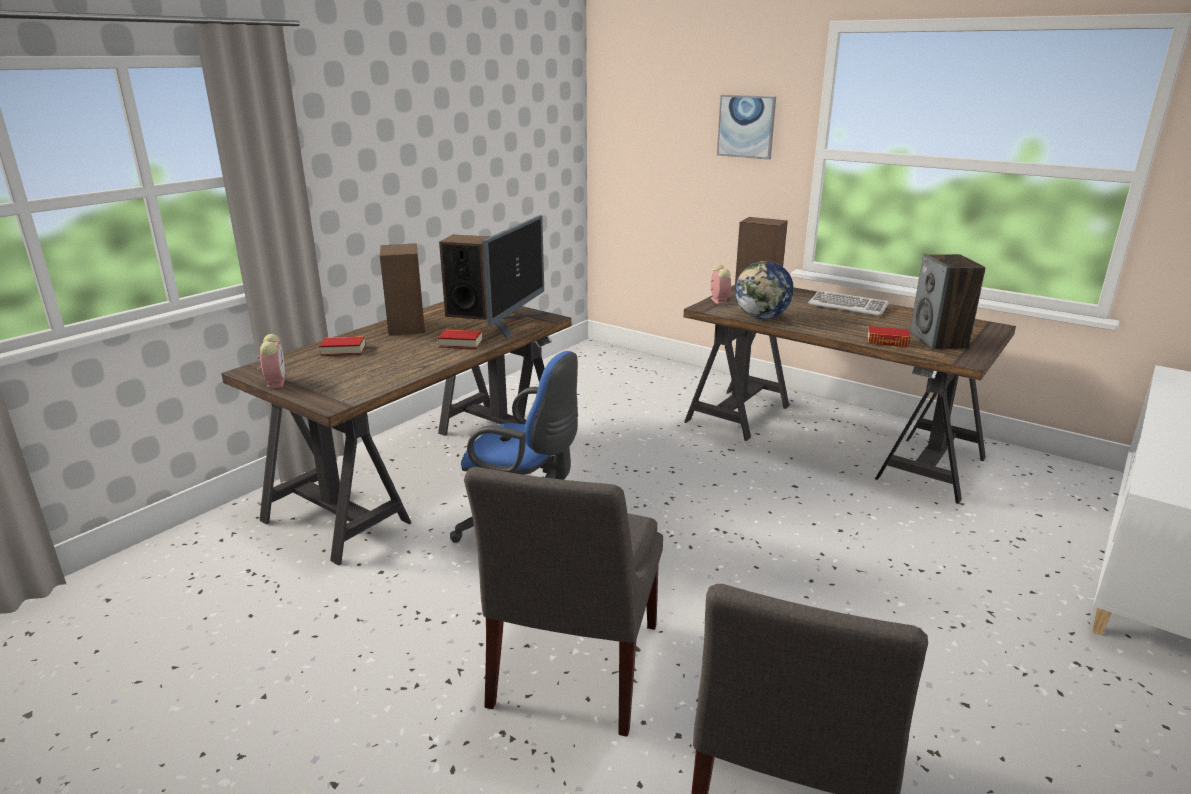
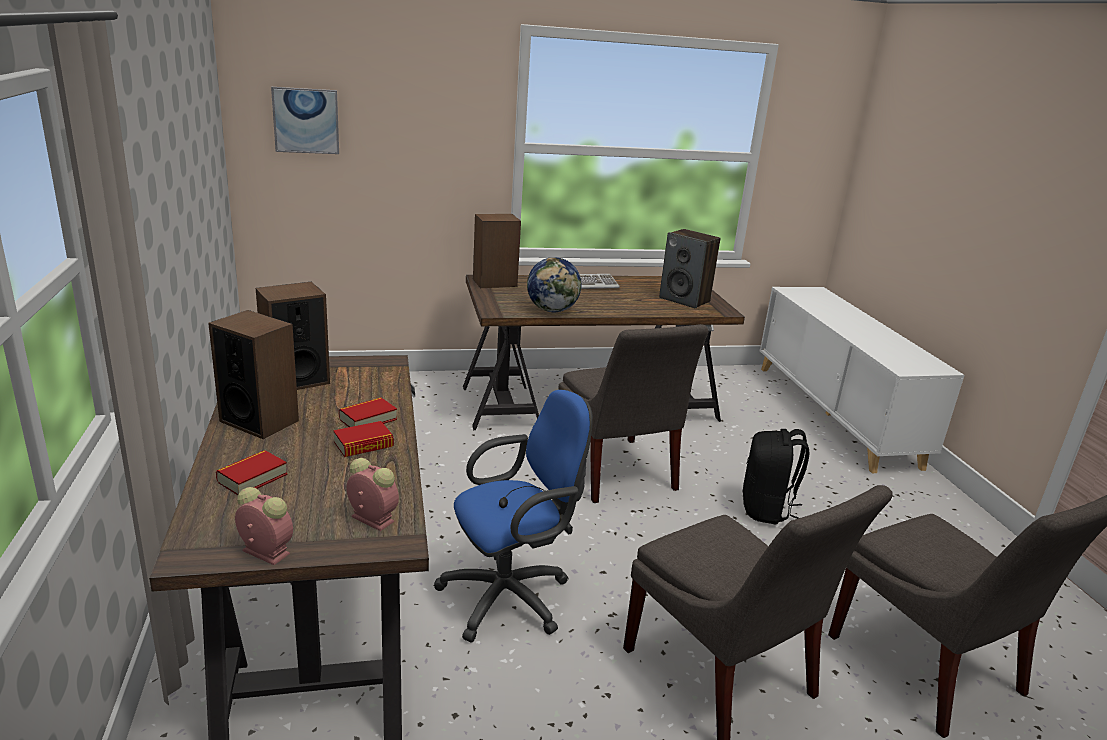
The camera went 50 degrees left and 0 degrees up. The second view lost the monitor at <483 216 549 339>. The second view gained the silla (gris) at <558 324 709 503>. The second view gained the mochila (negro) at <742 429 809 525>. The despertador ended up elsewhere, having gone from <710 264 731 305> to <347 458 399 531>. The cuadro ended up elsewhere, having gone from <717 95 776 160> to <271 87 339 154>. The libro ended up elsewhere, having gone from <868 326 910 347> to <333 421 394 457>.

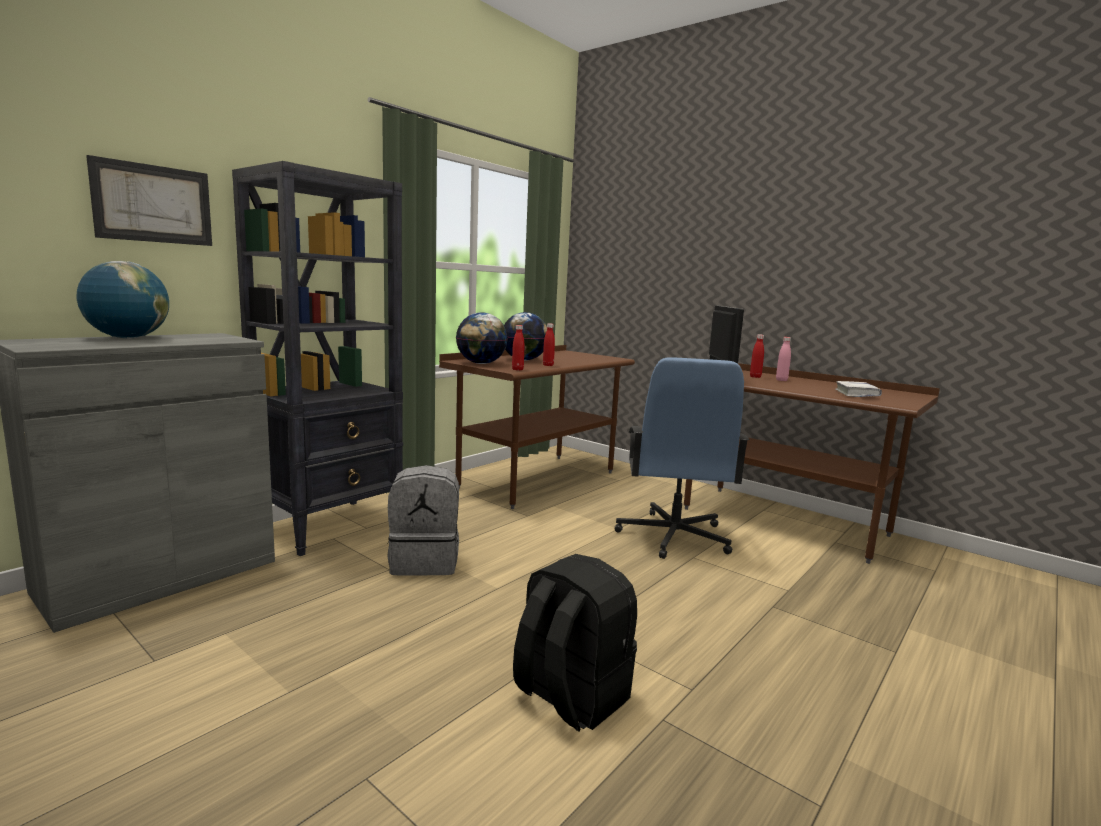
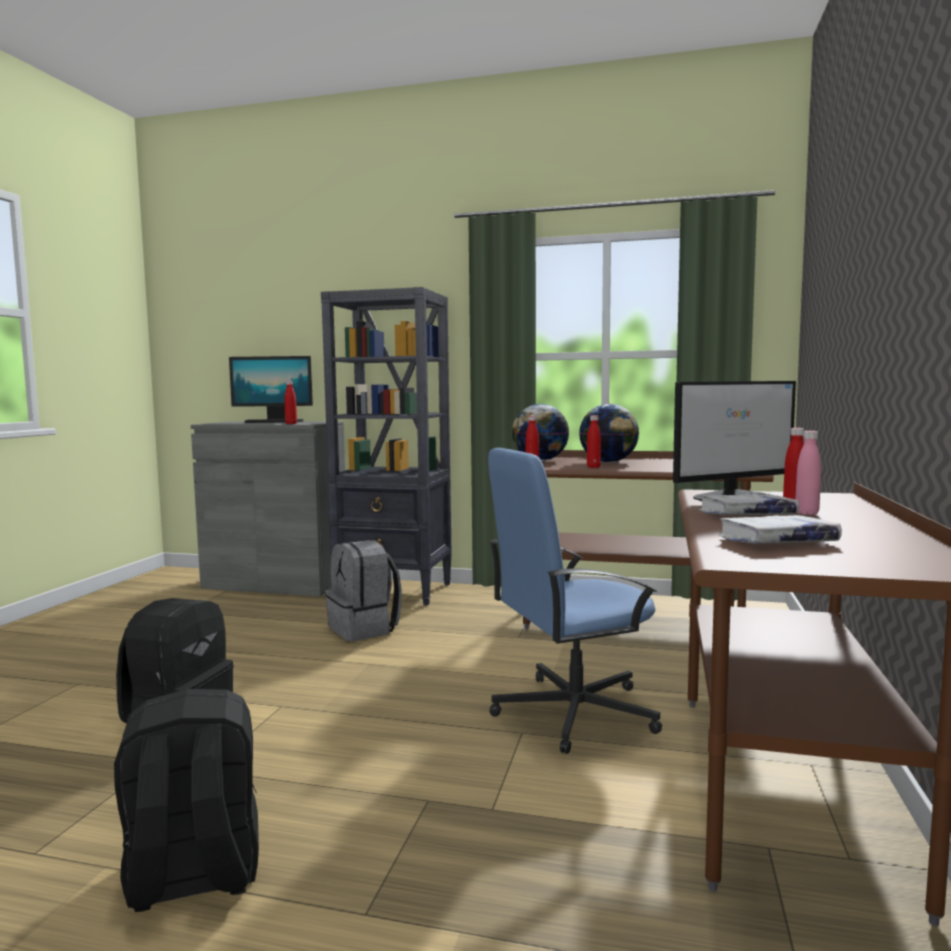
The camera went 65 degrees right and 5 degrees down. The second view lost the cuadro at <86 155 212 246>. The second view gained the mochila (negro) at <114 689 259 912>. The second view gained the botella (rojo) at <284 381 297 424>. The second view gained the libro (blanco) at <699 494 799 515>. Where the globo terráqueo stood at <77 261 169 339>, the monitor came to stand at <229 356 313 423>.

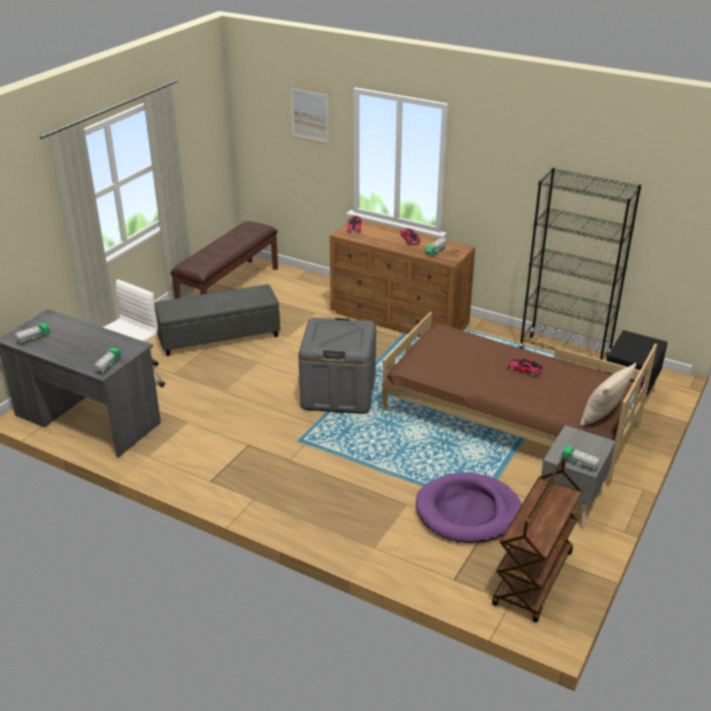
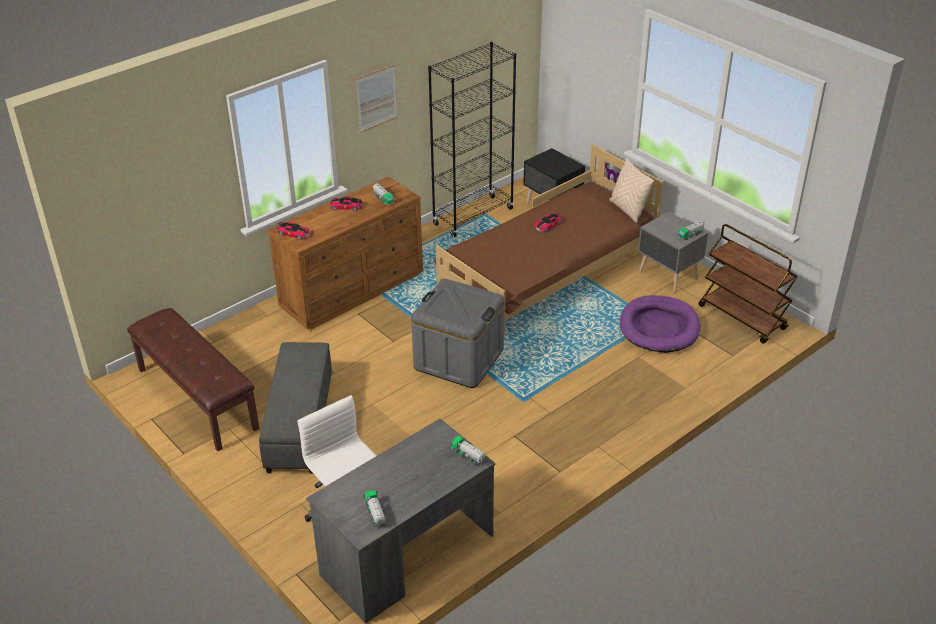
The camera went 70 degrees left and 5 degrees up. The cuadro ended up elsewhere, having gone from <290 85 329 145> to <356 64 397 133>.

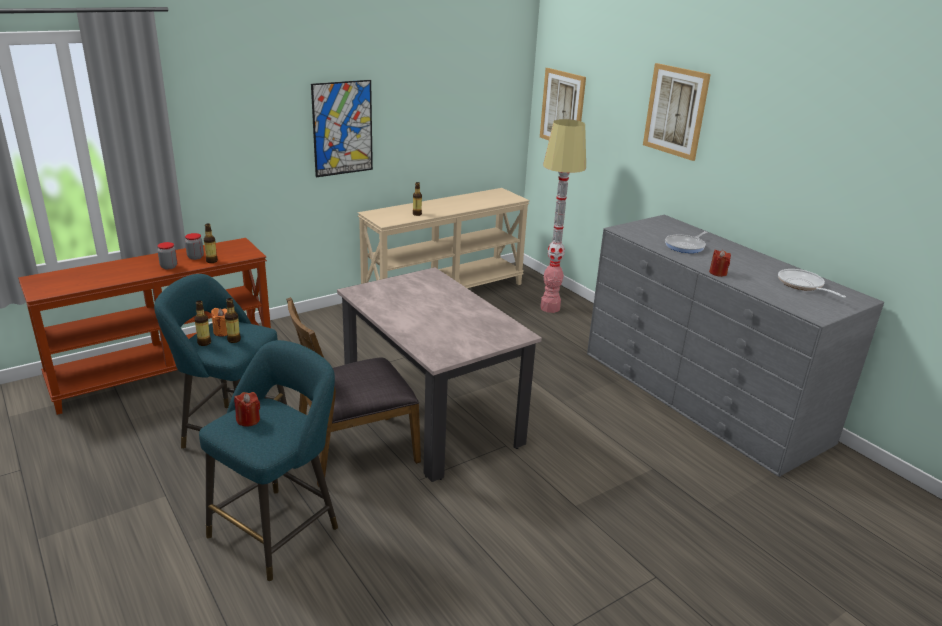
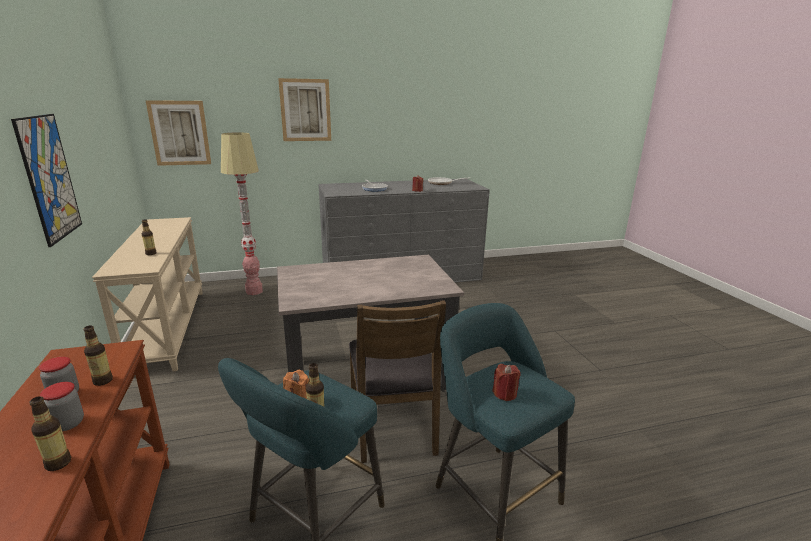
The camera went 70 degrees left and 5 degrees down. The botella ended up elsewhere, having gone from <225 298 241 343> to <29 396 71 471>.

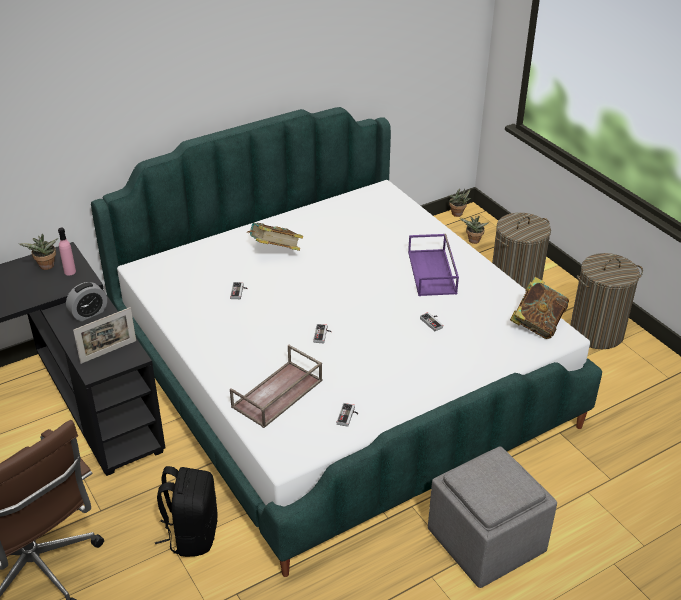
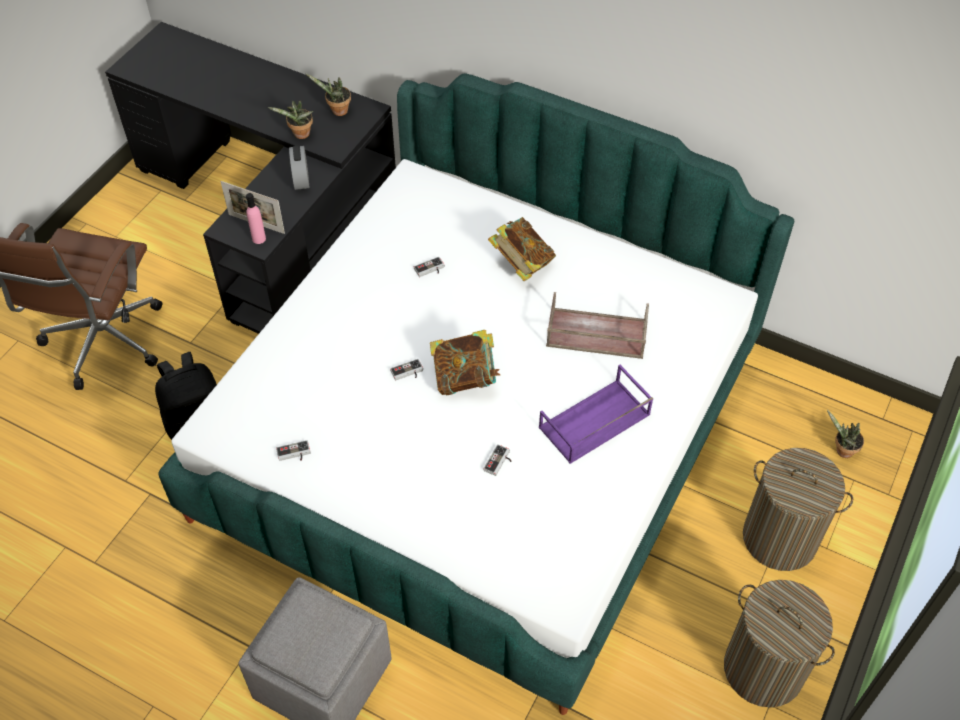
The camera went 60 degrees right and 15 degrees up. The botella (rosa) ended up elsewhere, having gone from <58 228 76 276> to <246 193 266 244>. The bandeja (marrón) ended up elsewhere, having gone from <230 345 322 428> to <546 292 649 359>. The planta en maceta ended up elsewhere, having gone from <449 189 471 217> to <268 101 313 139>. The libro ended up elsewhere, having gone from <510 277 569 339> to <430 330 500 395>. The despertador at <66 282 107 321> ended up facing another way, 60 degrees clockwise from before.

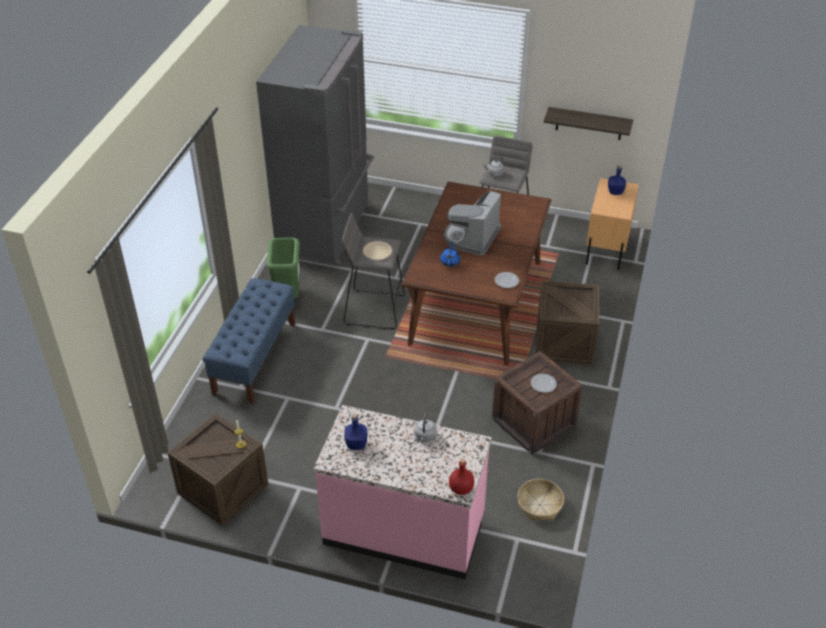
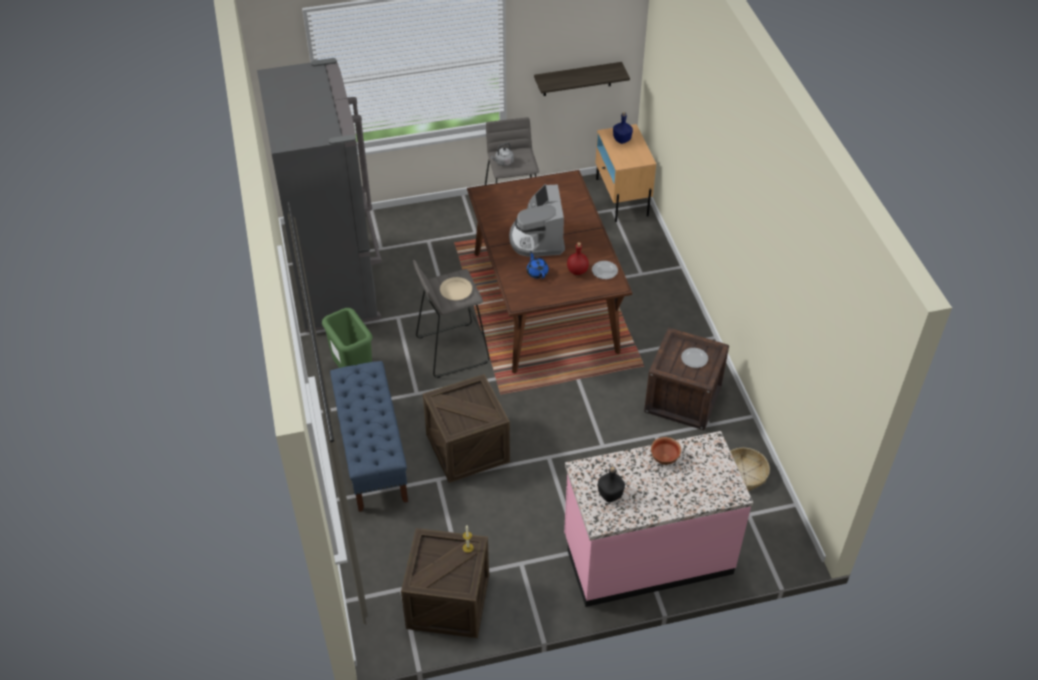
The camera went 30 degrees left and 5 degrees up. The botella (rojo) ended up elsewhere, having gone from <449 459 474 495> to <567 242 589 275>. The caja de embalaje ended up elsewhere, having gone from <536 280 599 366> to <423 374 510 483>. Where the hervidor (gris) stood at <414 413 437 442>, the cuenco came to stand at <651 437 681 465>. What was the botella (azul) at <344 414 367 450> turned into the botella (negro) at <598 466 625 502>.

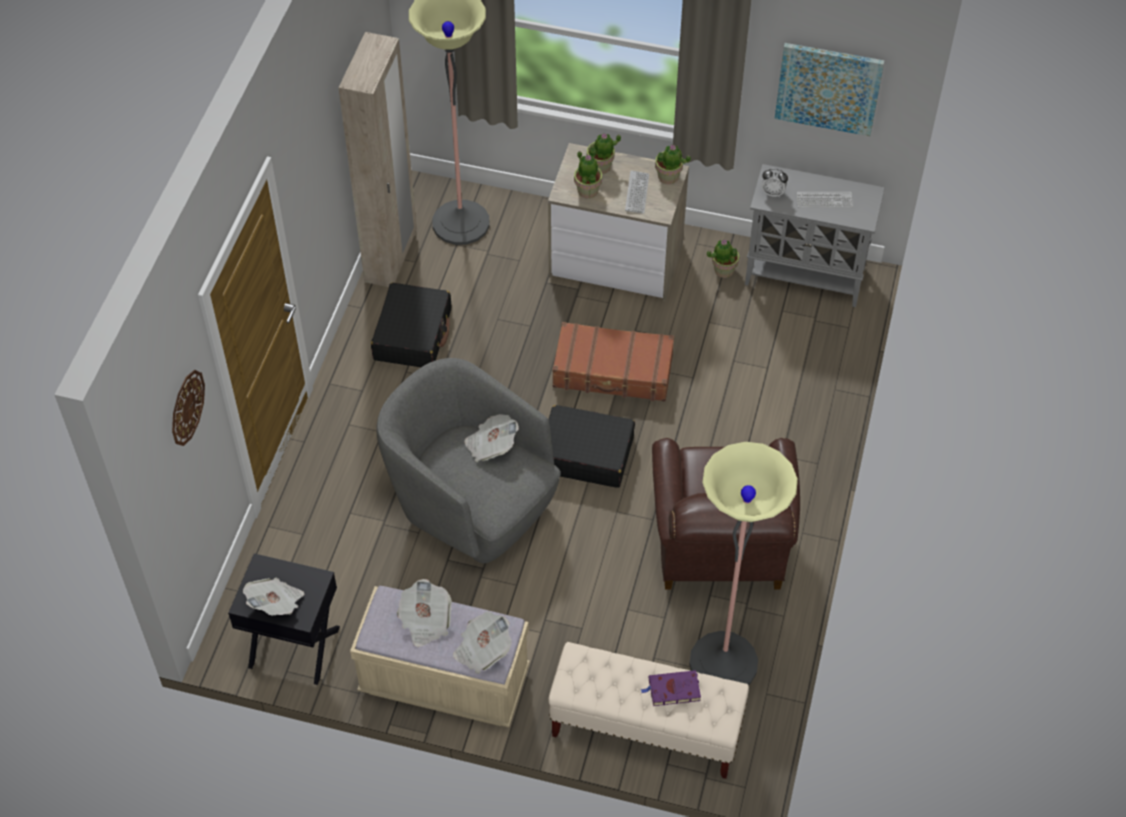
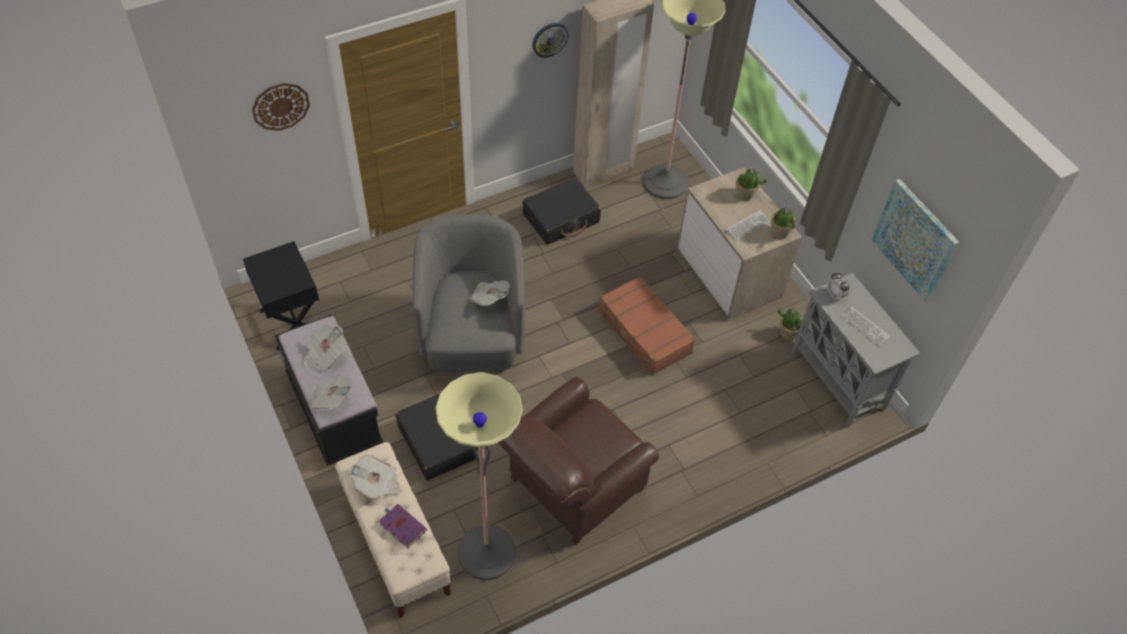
The camera went 45 degrees right and 0 degrees up. The second view lost the planta en maceta at <574 151 602 198>. The second view gained the reloj de pared at <532 23 569 58>. The periódico ended up elsewhere, having gone from <243 578 304 616> to <350 455 401 499>. The maleta (negro) ended up elsewhere, having gone from <549 405 635 488> to <396 394 478 480>. What was the banco (beis) at <350 586 530 727> turned into the banco (negro) at <275 315 384 466>.

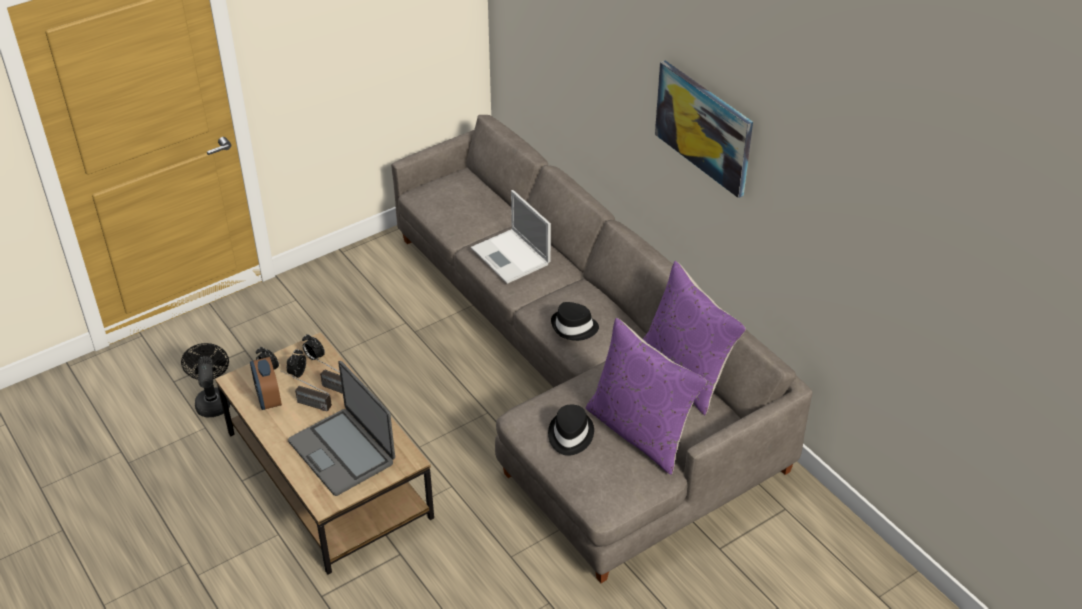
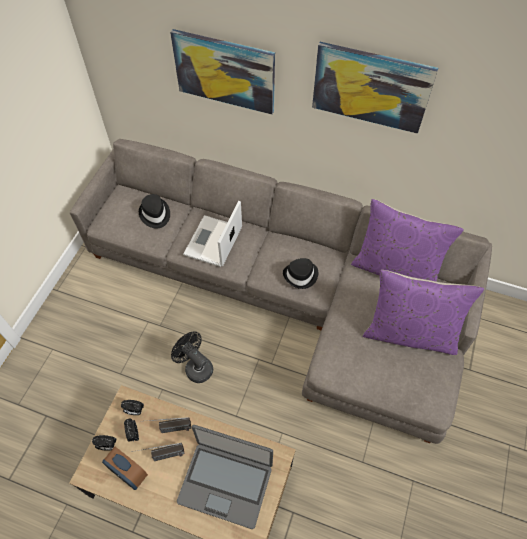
The camera went 35 degrees left and 15 degrees up. The second view gained the cuadro at <170 29 275 115>. The ventilador (negro) ended up elsewhere, having gone from <181 343 230 417> to <171 331 213 383>. The sombrero (negro) ended up elsewhere, having gone from <548 405 594 456> to <139 194 170 228>. The portátil at <471 190 551 284> ended up facing another way, 90 degrees clockwise from before.

